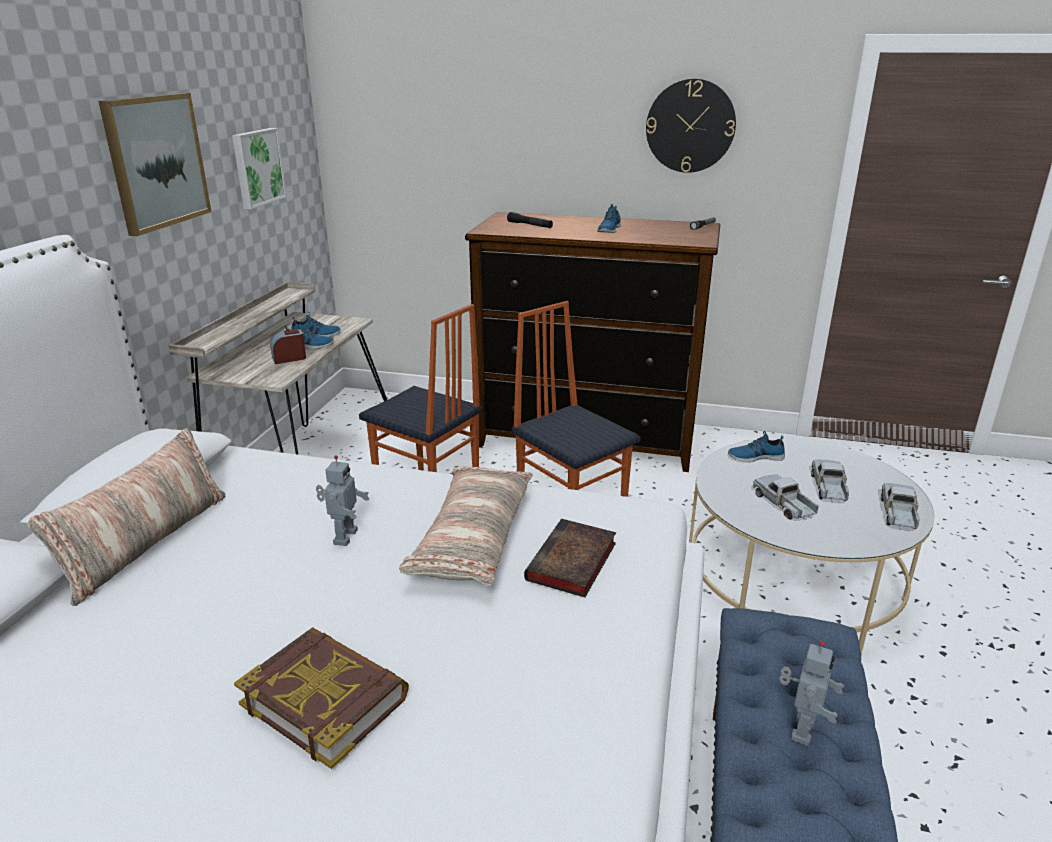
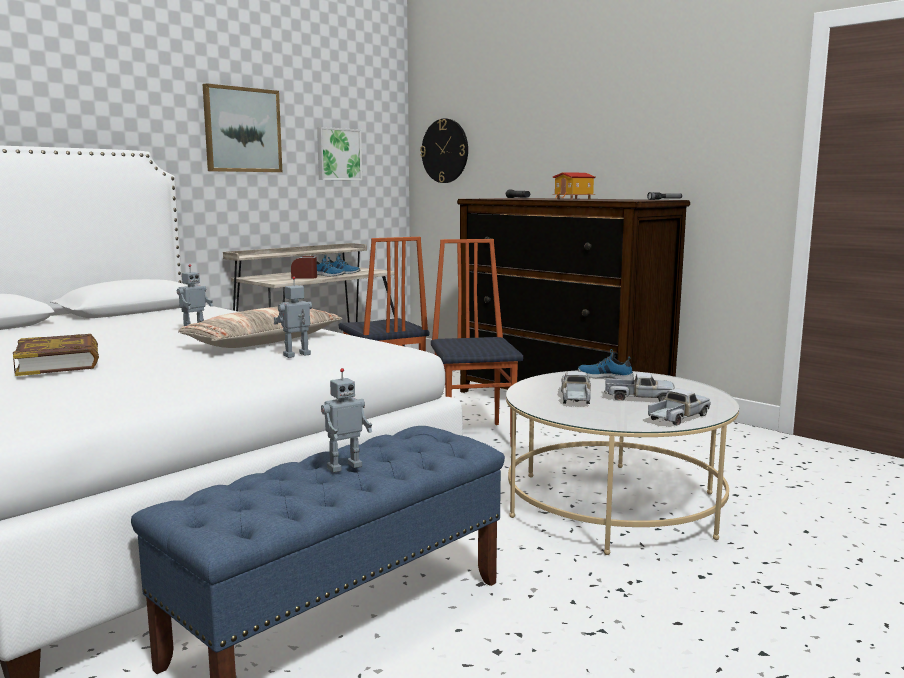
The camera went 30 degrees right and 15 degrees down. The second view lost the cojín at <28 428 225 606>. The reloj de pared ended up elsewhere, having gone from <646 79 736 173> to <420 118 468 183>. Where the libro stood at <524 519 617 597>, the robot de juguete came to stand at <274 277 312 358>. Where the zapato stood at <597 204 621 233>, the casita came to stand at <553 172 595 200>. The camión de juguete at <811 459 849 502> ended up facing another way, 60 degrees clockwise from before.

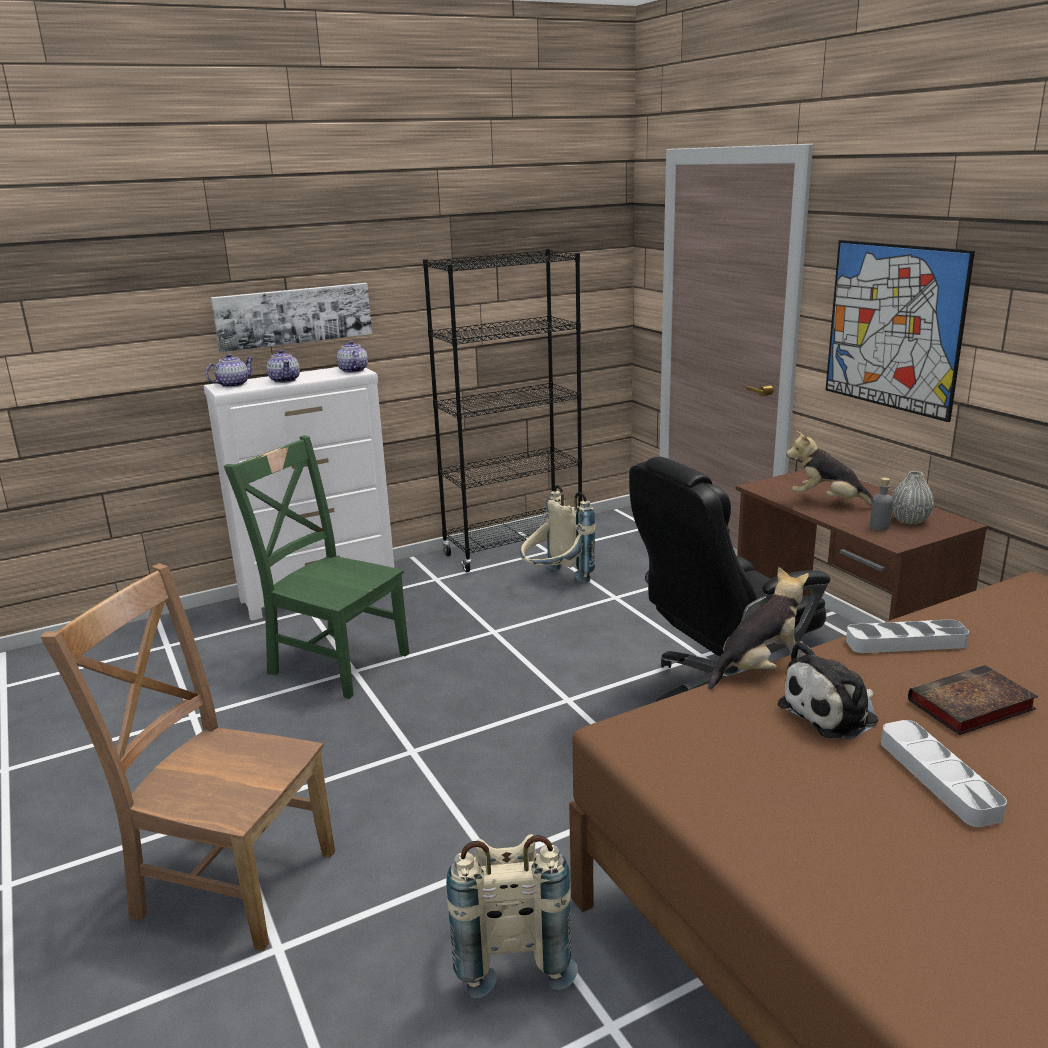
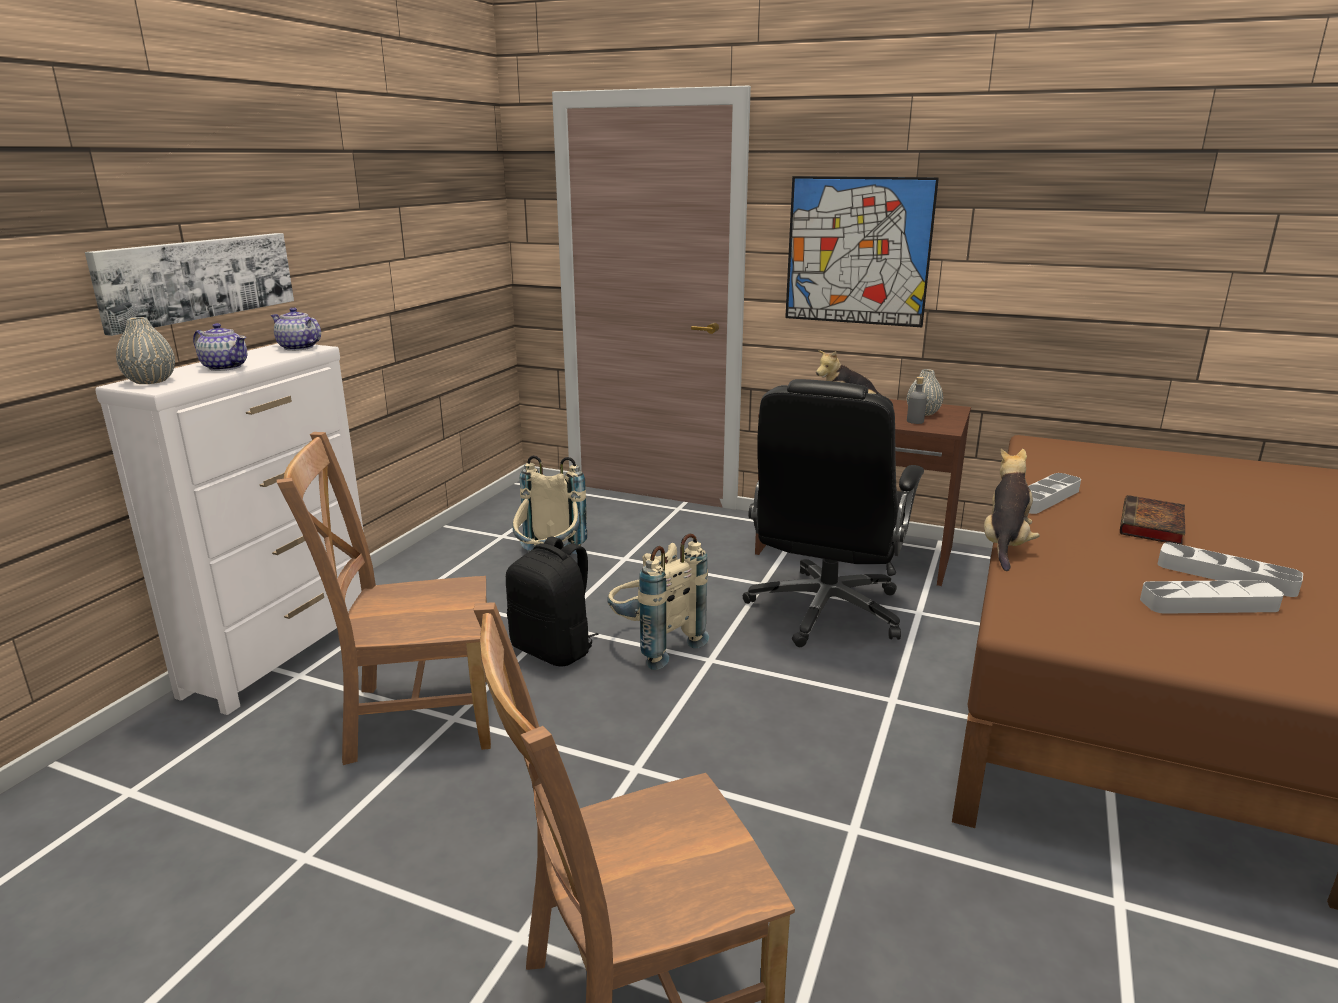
The camera went 40 degrees left and 0 degrees up. The second view lost the estantería (negro) at <423 249 582 572>. The second view lost the peluche at <777 641 878 740>. The second view gained the mochila (negro) at <506 536 599 666>. The second view gained the bandeja (gris) at <1140 580 1284 614>. The mochila (beis) ended up elsewhere, having gone from <446 834 578 998> to <607 533 709 670>. Where the tetera stood at <206 354 254 388>, the florero (gris) came to stand at <116 317 175 384>. What was the silla (verde) at <224 435 409 699> turned into the silla (marrón) at <276 432 491 765>.

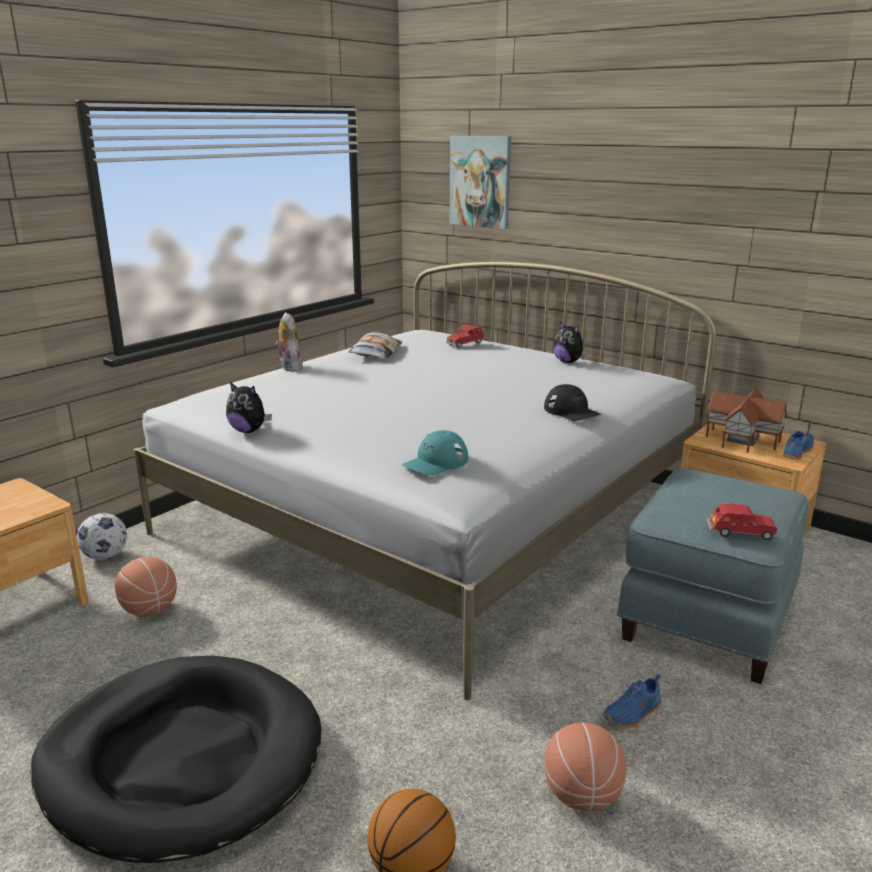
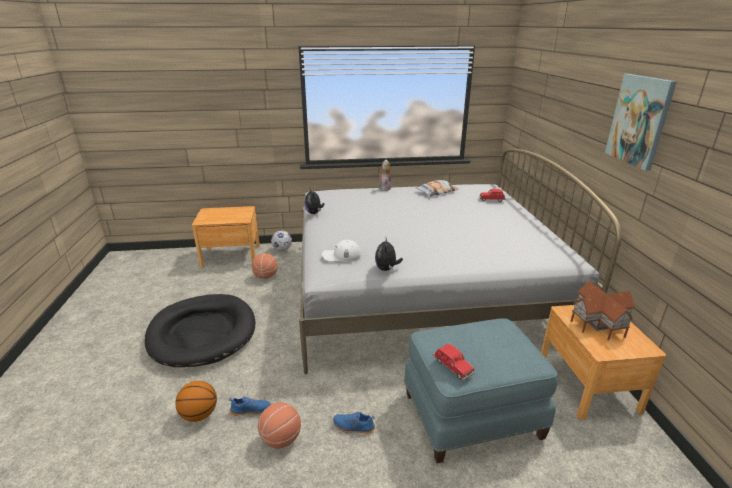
The camera went 45 degrees right and 5 degrees up. The second view lost the gorra (negro) at <544 384 601 421>. The cuadro ended up elsewhere, having gone from <450 136 511 229> to <605 74 677 171>. The peluche ended up elsewhere, having gone from <553 322 589 363> to <375 239 403 271>. The zapato (azul) ended up elsewhere, having gone from <783 431 814 460> to <229 396 271 416>. What was the gorra (turquesa) at <402 430 468 476> turned into the gorra (blanco) at <322 240 361 262>.

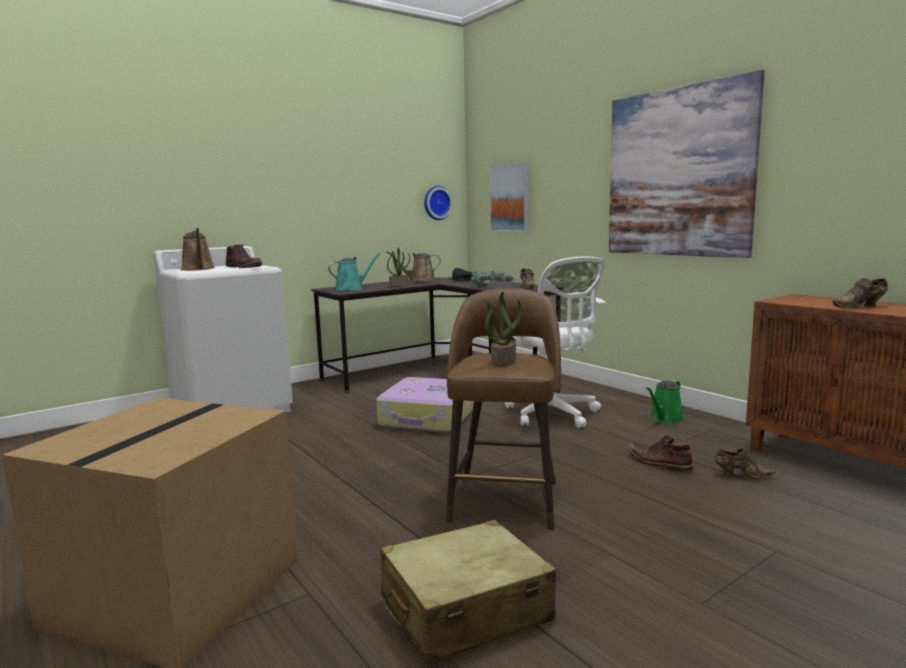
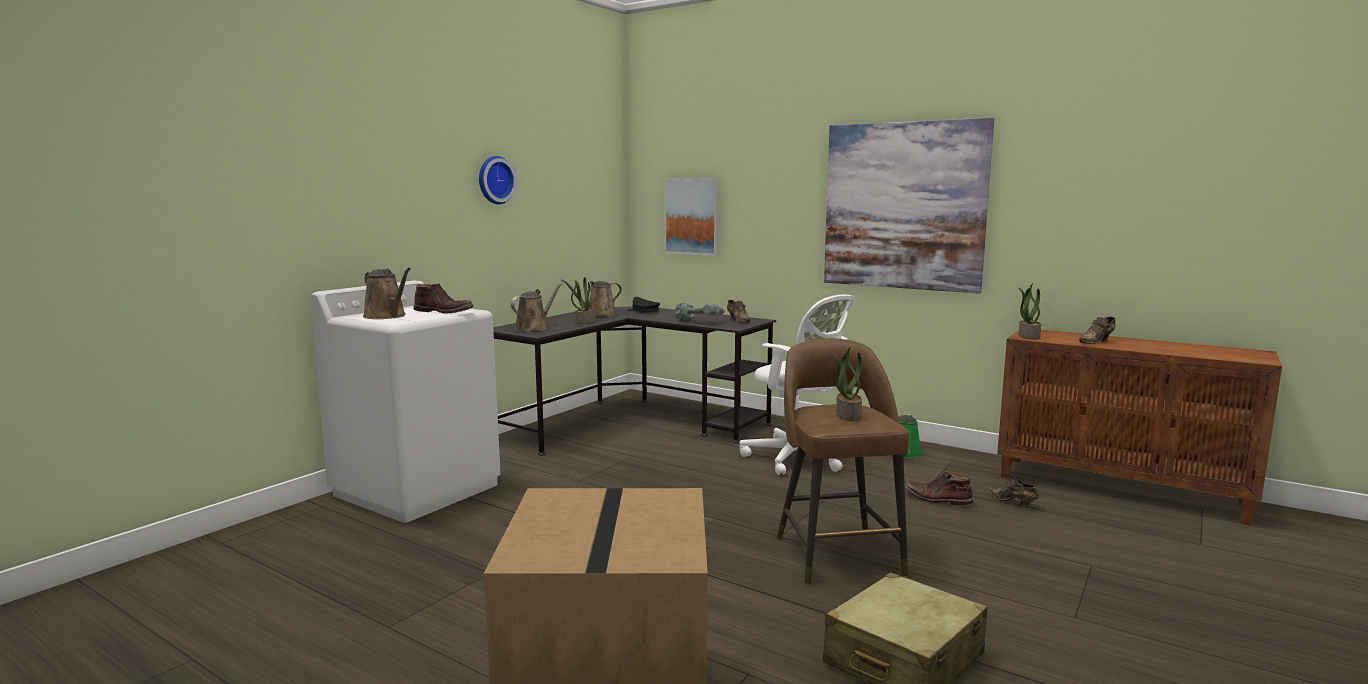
The camera went 20 degrees left and 0 degrees up. The second view lost the maleta at <376 377 474 433>. The second view gained the planta en maceta at <1019 283 1041 340>. The reloj de pared ended up elsewhere, having gone from <424 186 453 220> to <479 156 517 204>. What was the regadera (turquesa) at <328 252 381 291> turned into the regadera (marrón) at <511 283 563 331>. The zapato (marrón) at <714 448 776 479> ended up facing another way, 120 degrees counterclockwise from before.

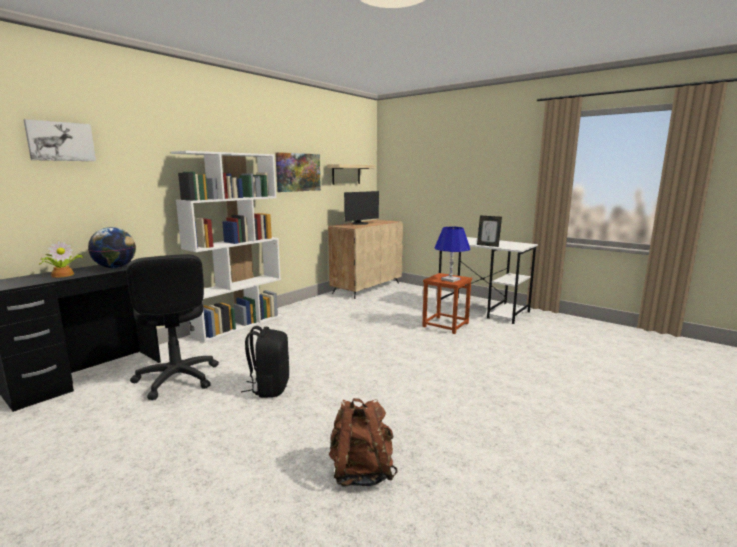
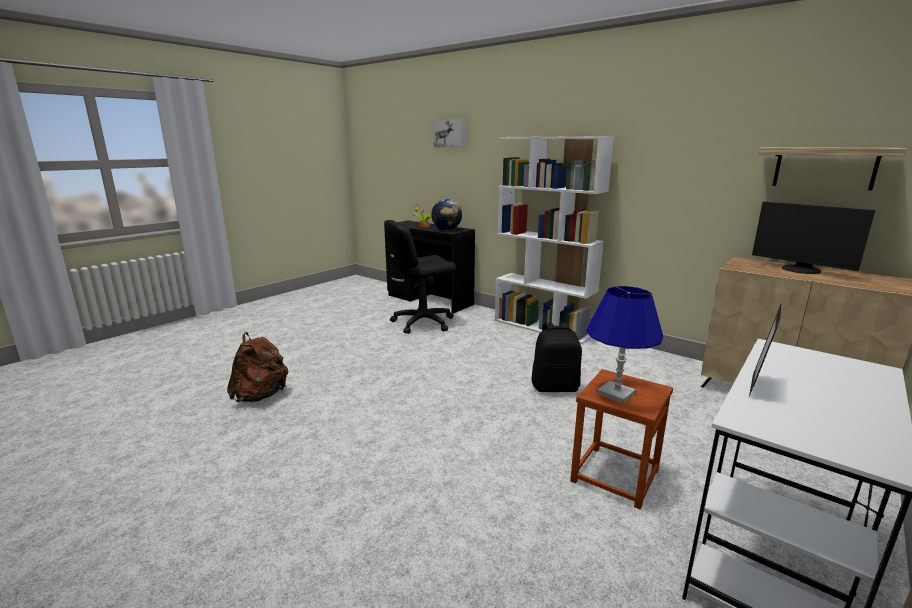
The camera went 90 degrees right and 5 degrees up. The second view lost the cuadro at <275 152 321 192>. The mochila (negro) ended up elsewhere, having gone from <241 326 289 398> to <531 323 582 392>.

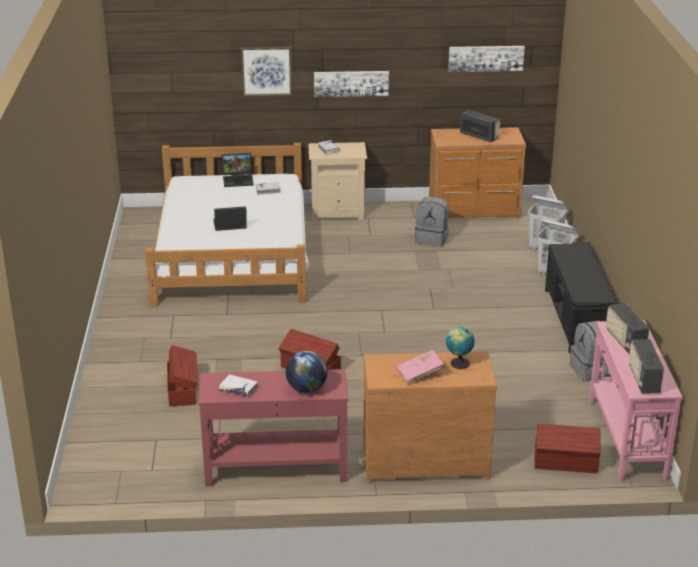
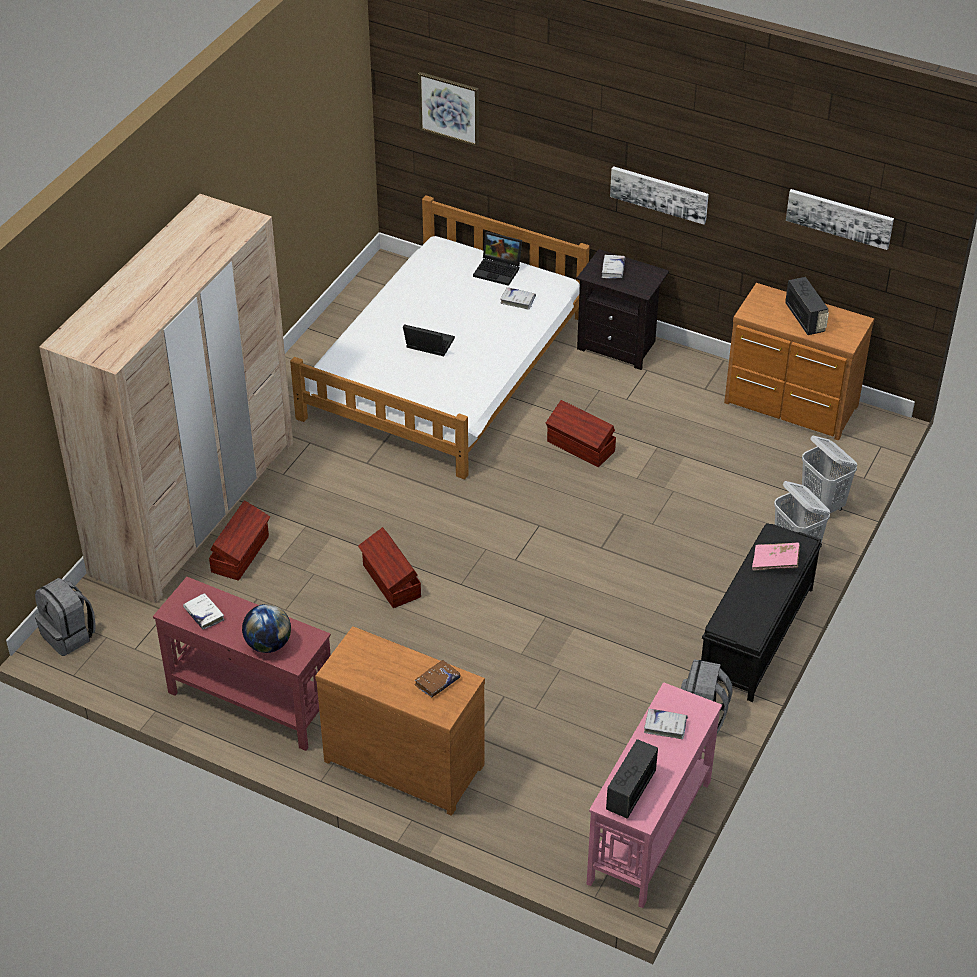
The camera went 30 degrees right and 15 degrees up. The second view gained the armario ropero (beis) at <39 194 293 603>. The cuadro ended up elsewhere, having gone from <241 47 292 96> to <418 72 479 147>. The libro (rosa) ended up elsewhere, having gone from <397 350 445 384> to <752 542 800 571>. The mochila (gris) ended up elsewhere, having gone from <415 197 449 247> to <35 578 95 656>. The caja de almacenaje (marrón) ended up elsewhere, having gone from <535 424 600 473> to <546 400 616 467>. Where the globo terráqueo stood at <446 327 475 369>, the libro (marrón) came to stand at <415 660 460 697>. Where the radio stood at <606 303 649 353>, the libro (blanco) came to stand at <644 709 688 739>. What was the mesita de noche (beis) at <308 142 367 221> turned into the mesita de noche (negro) at <576 249 669 370>.

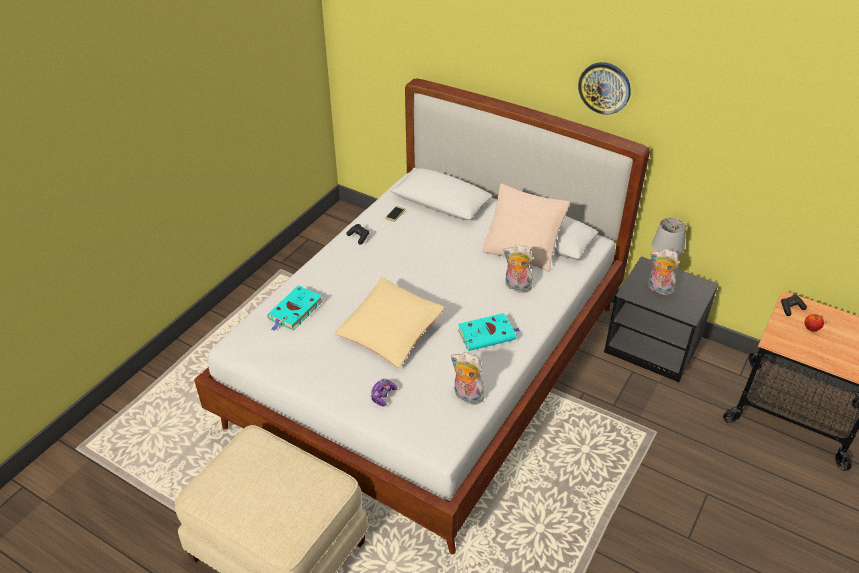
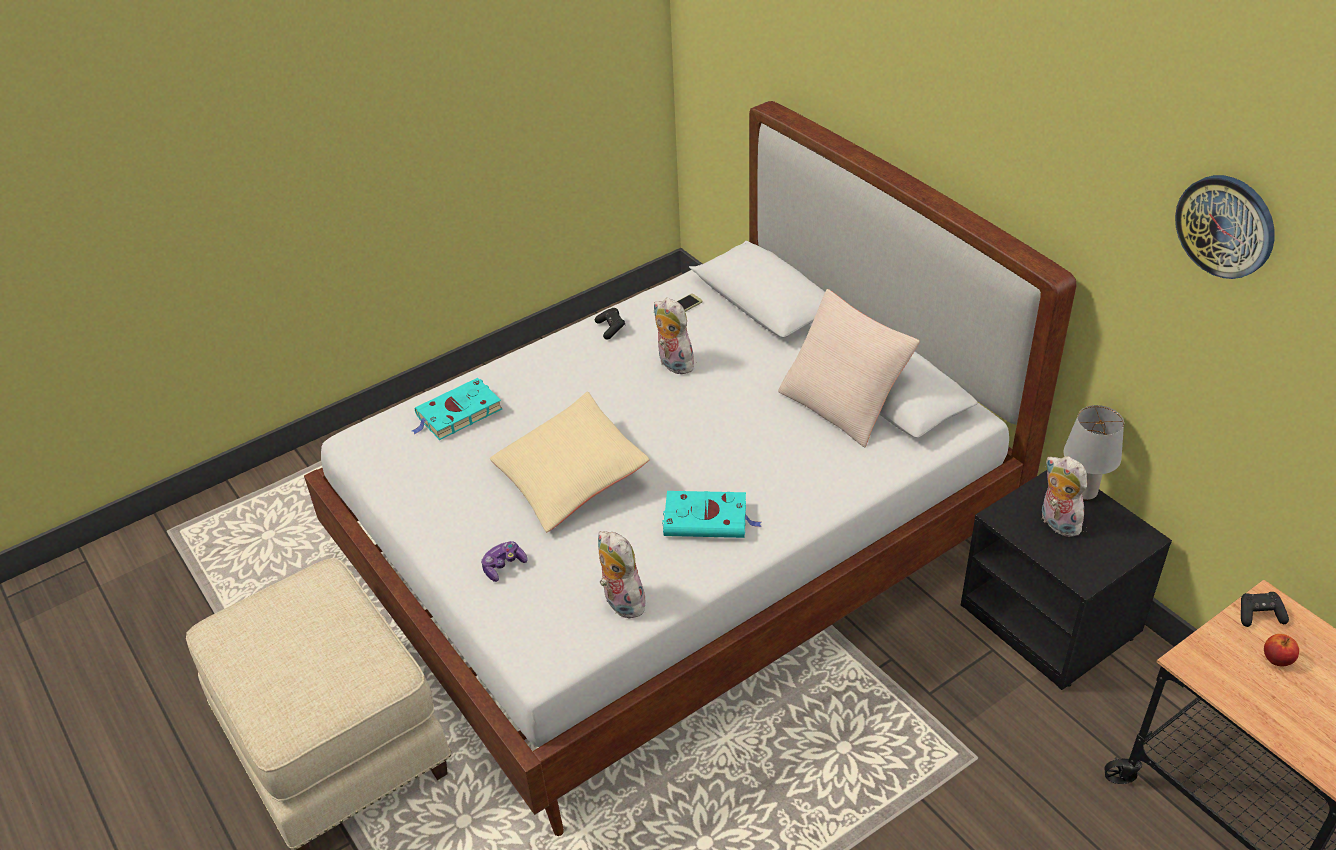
The camera went 25 degrees right and 0 degrees up. The peluche ended up elsewhere, having gone from <503 244 533 293> to <654 298 695 374>. The reloj de pared ended up elsewhere, having gone from <578 62 631 115> to <1175 175 1275 279>.

